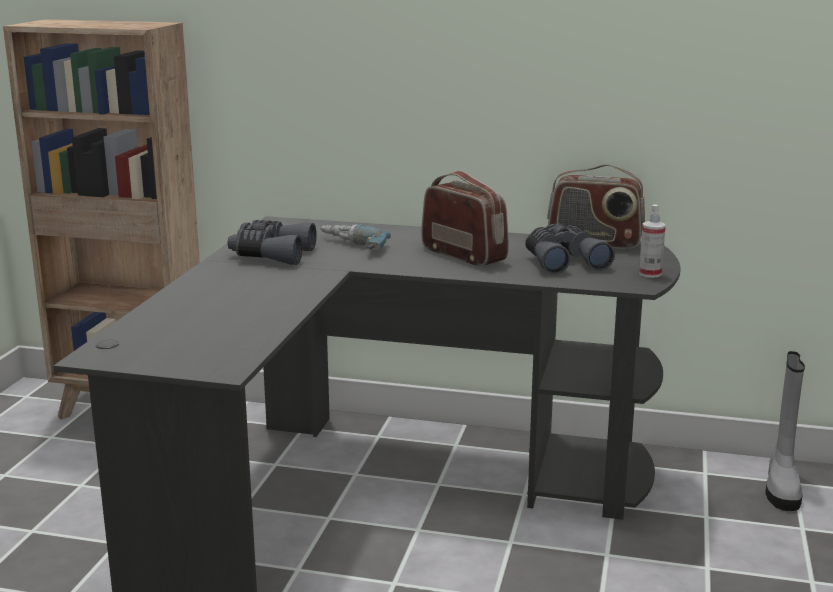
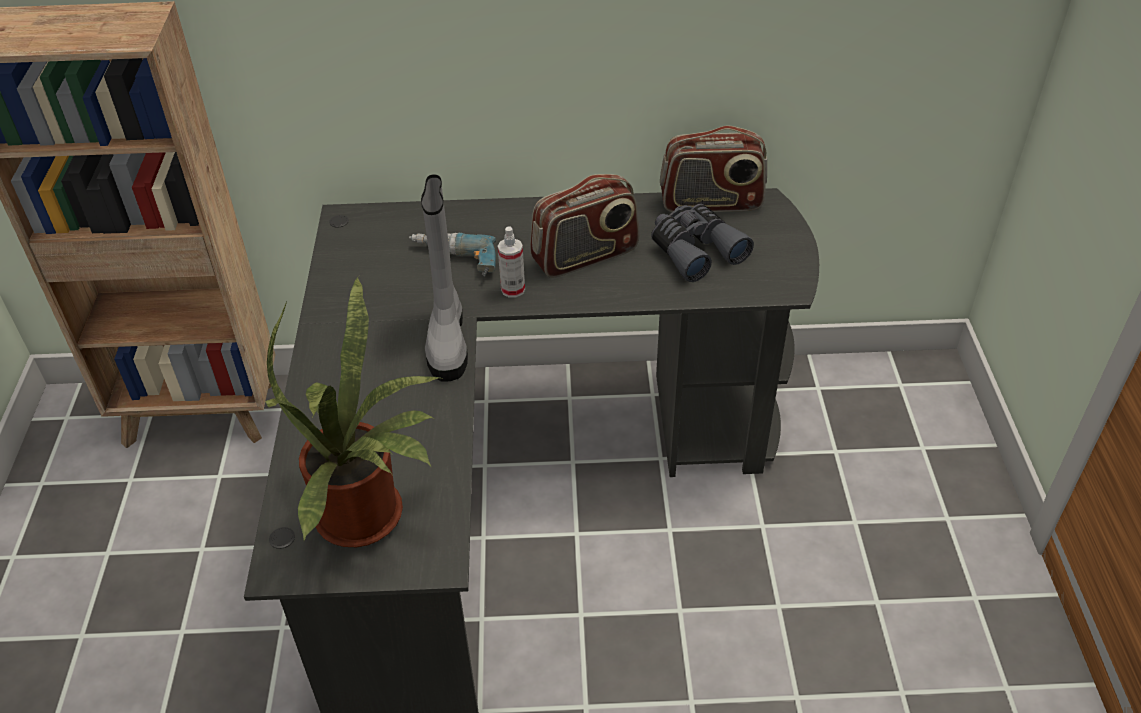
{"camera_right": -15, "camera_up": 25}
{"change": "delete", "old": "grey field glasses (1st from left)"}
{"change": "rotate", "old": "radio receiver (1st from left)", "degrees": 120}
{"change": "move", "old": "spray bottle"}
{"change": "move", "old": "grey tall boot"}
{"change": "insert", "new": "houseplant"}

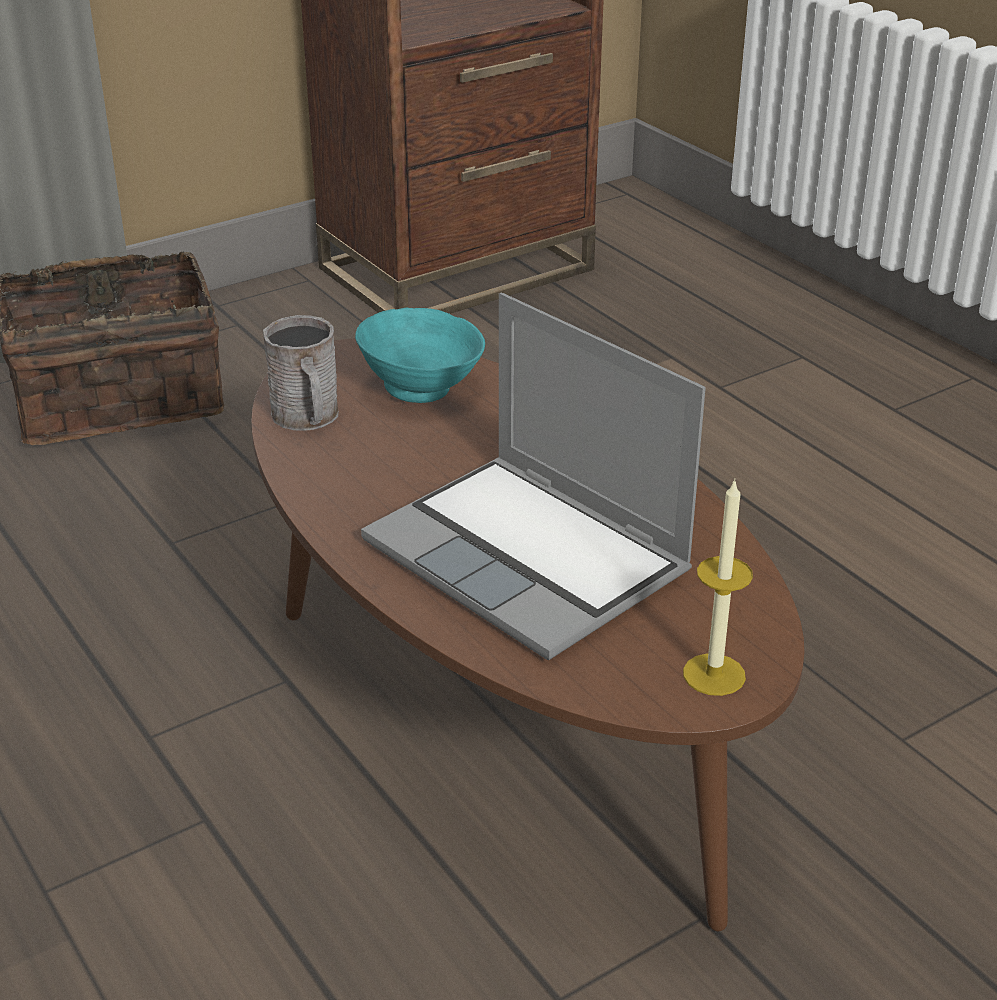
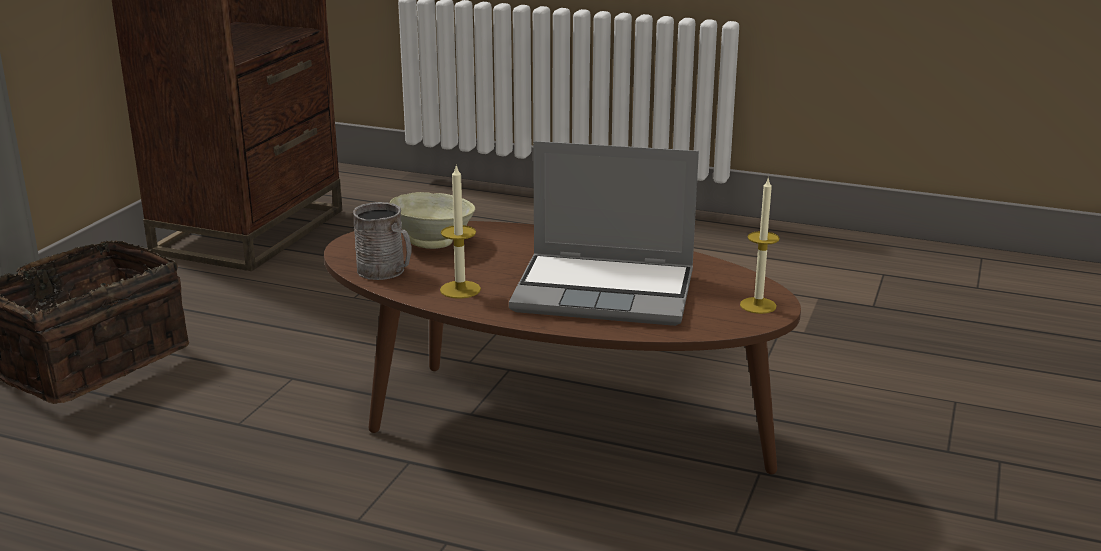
{"camera_right": -35, "camera_up": -10}
{"change": "recolor", "old": "turquoise-coloured bowl", "new": "beige bowl"}
{"change": "insert", "new": "wax light (1st from left)"}

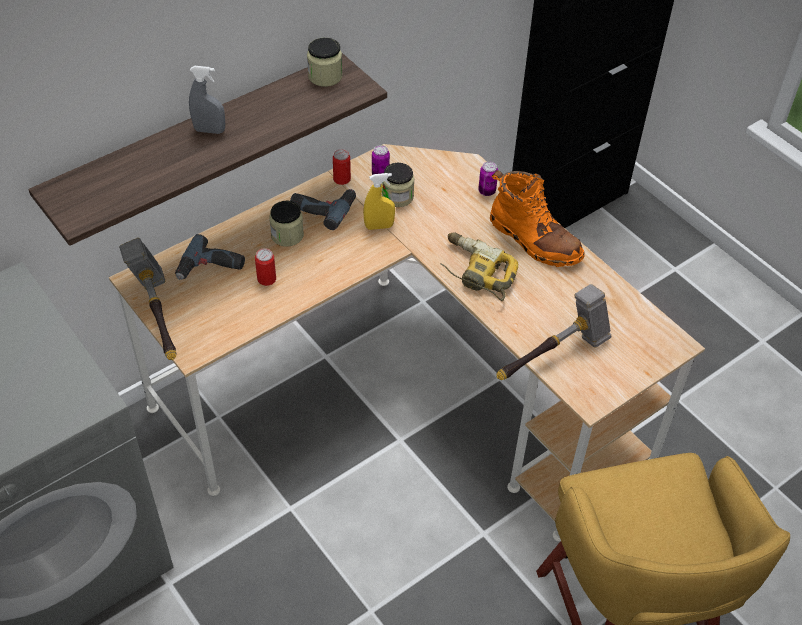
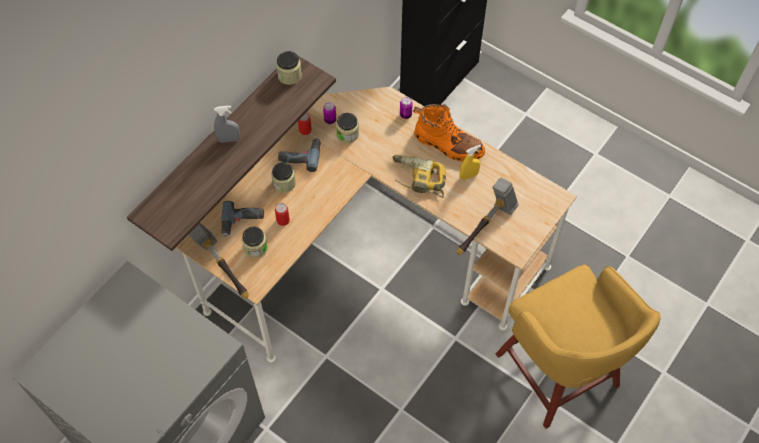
{"camera_right": -15, "camera_up": 10}
{"change": "move", "old": "yellowish spray bottle"}
{"change": "insert", "new": "storage jar (1st from left)"}

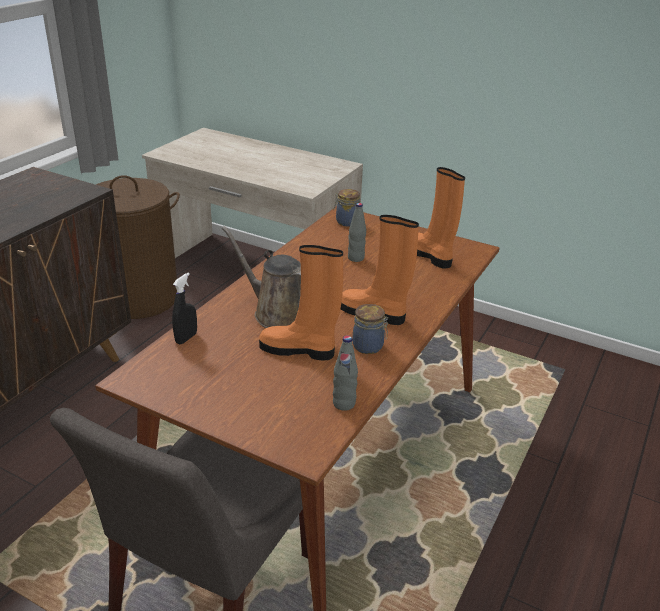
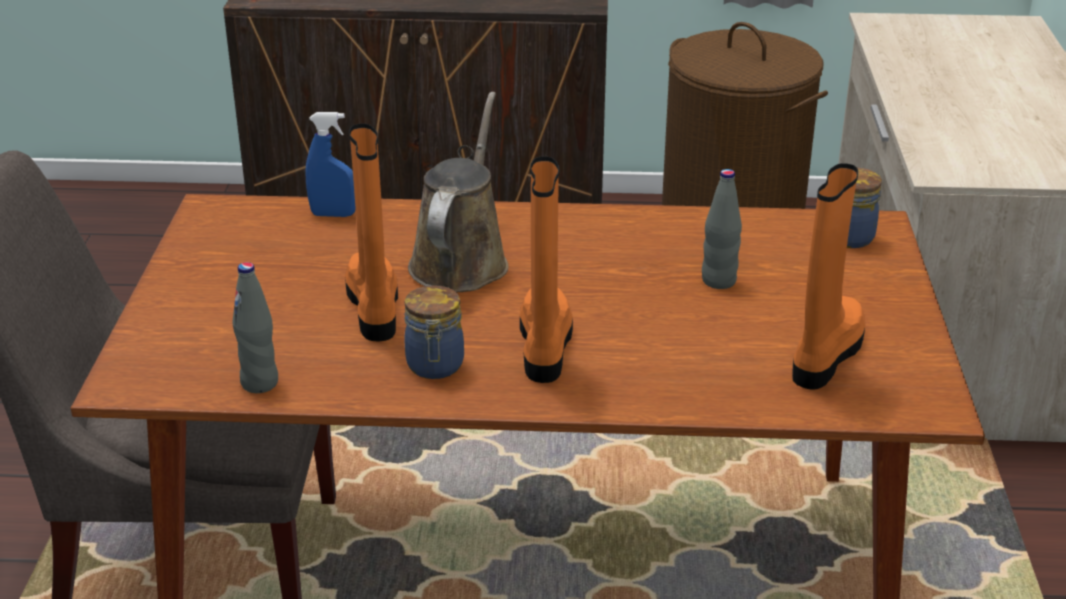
{"camera_right": 65, "camera_up": 0}
{"change": "recolor", "old": "blackish spray bottle", "new": "blue spray bottle"}

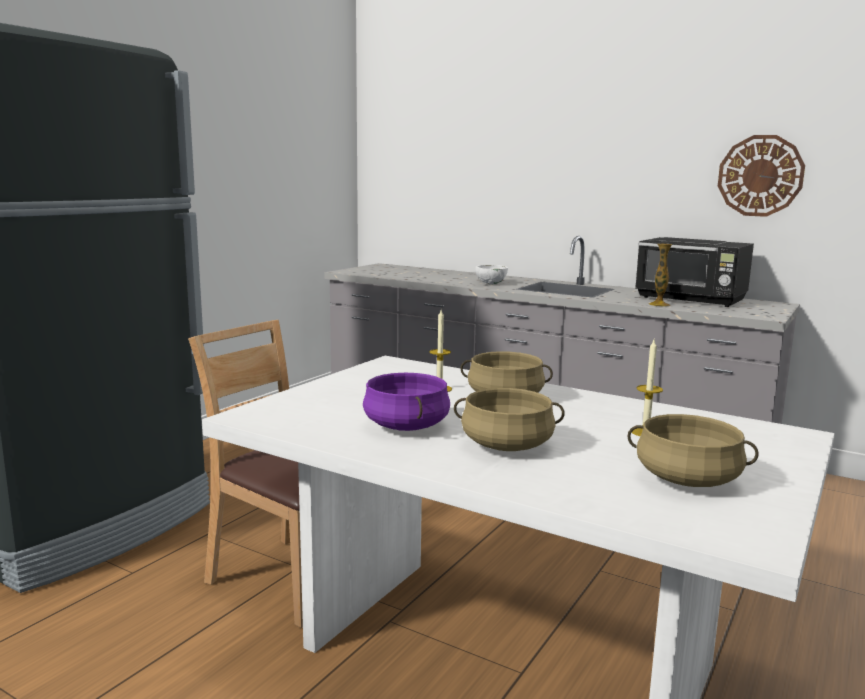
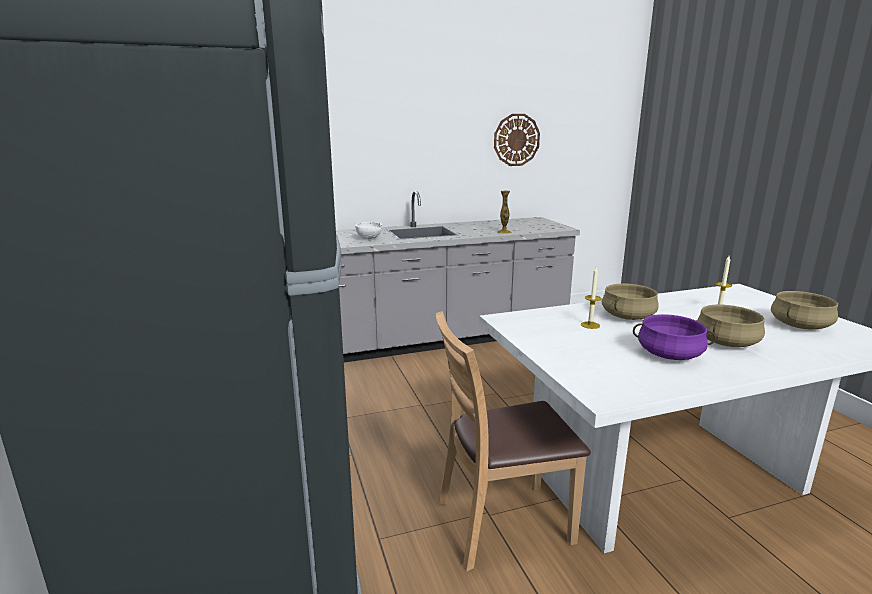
{"camera_right": -50, "camera_up": 5}
{"change": "delete", "old": "blackish microwave"}

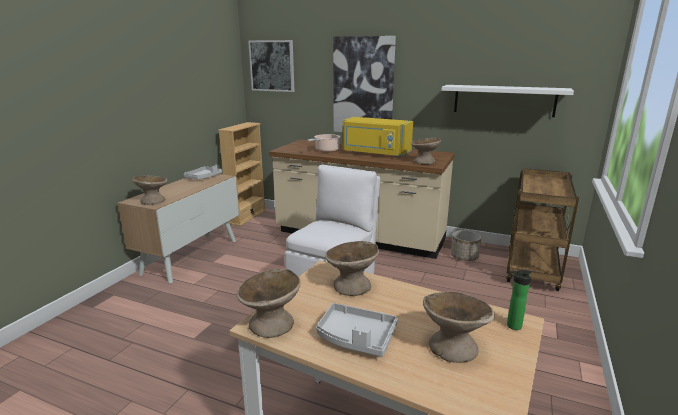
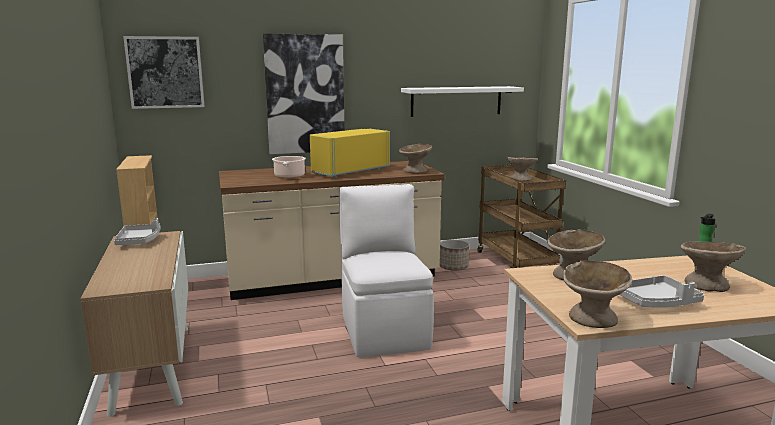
{"camera_right": -40, "camera_up": -5}
{"change": "move", "old": "beige bowl (1st from left in the first image)", "new": "beige bowl (2nd from left)"}
{"change": "rotate", "old": "yellowish microwave", "degrees": 150}

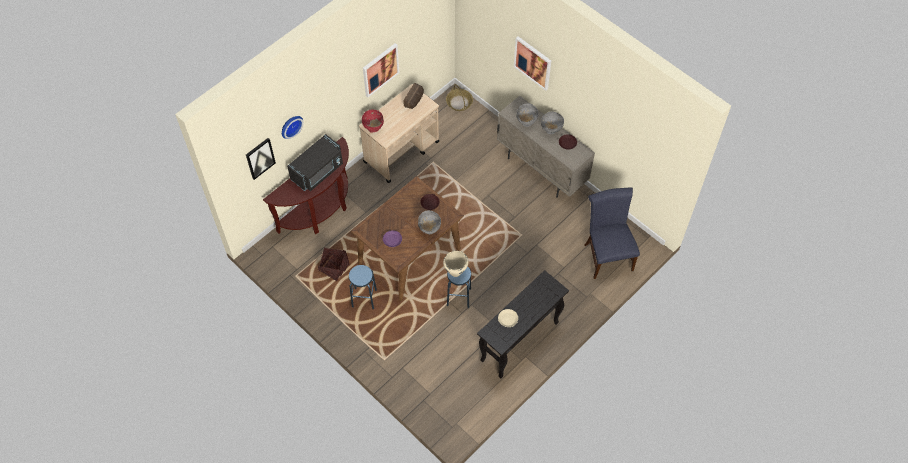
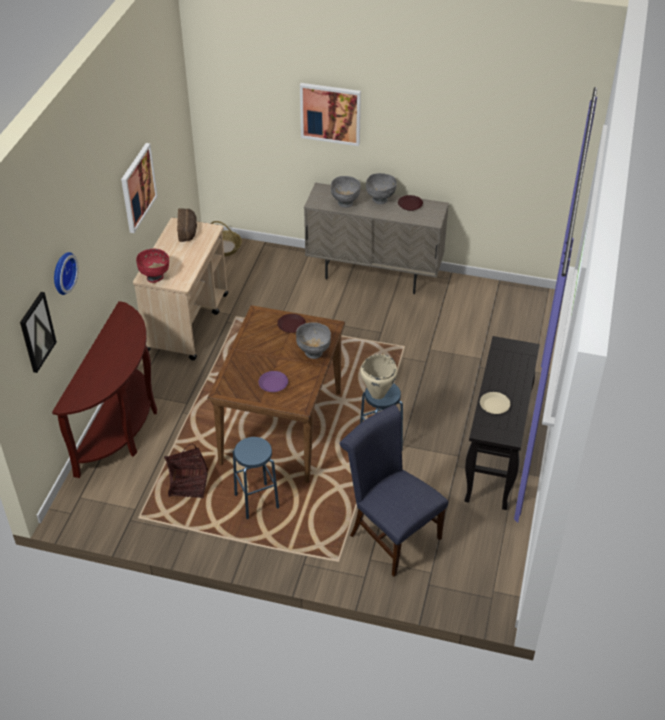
{"camera_right": -30, "camera_up": -15}
{"change": "delete", "old": "blackish microwave"}
{"change": "move", "old": "blue chair"}

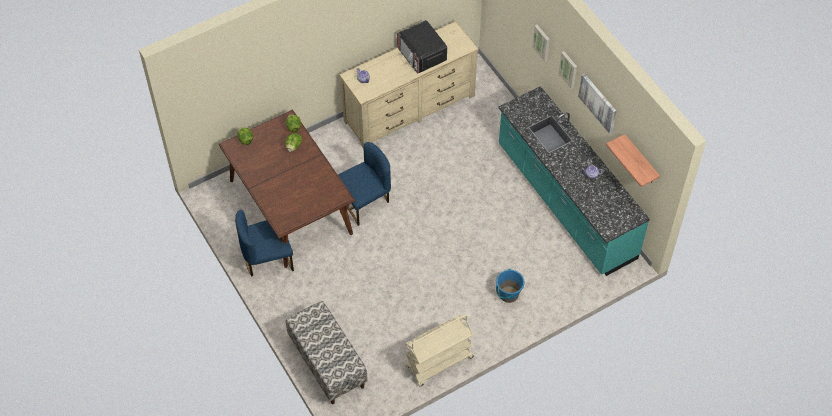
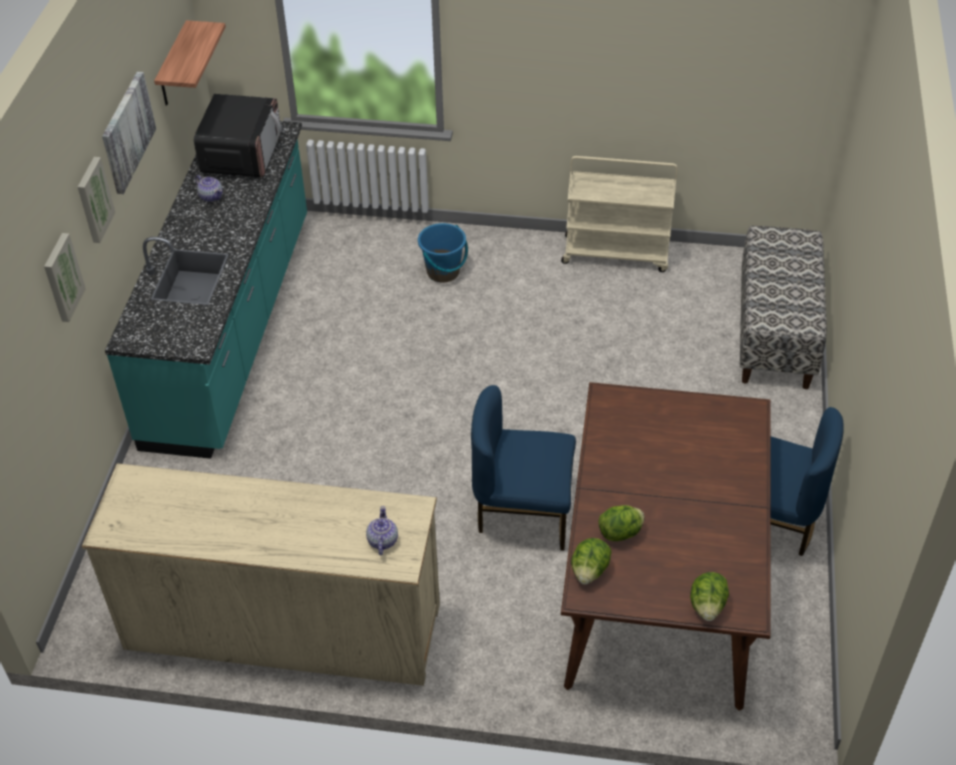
{"camera_right": -140, "camera_up": -10}
{"change": "move", "old": "microwave"}

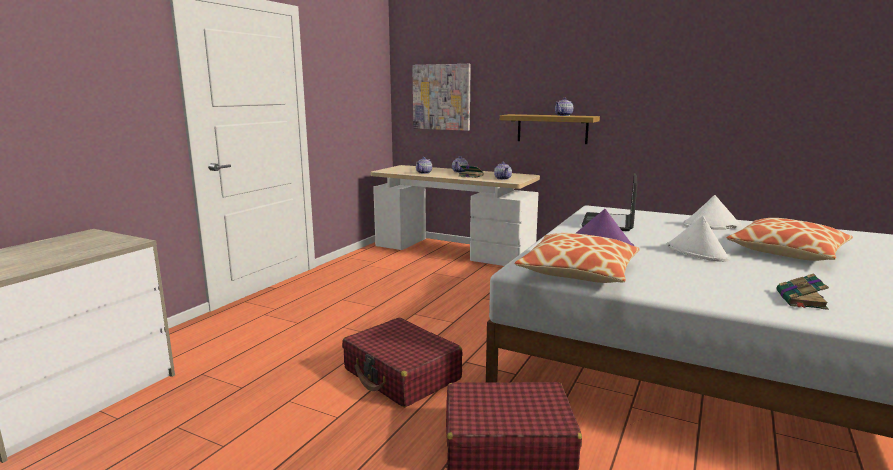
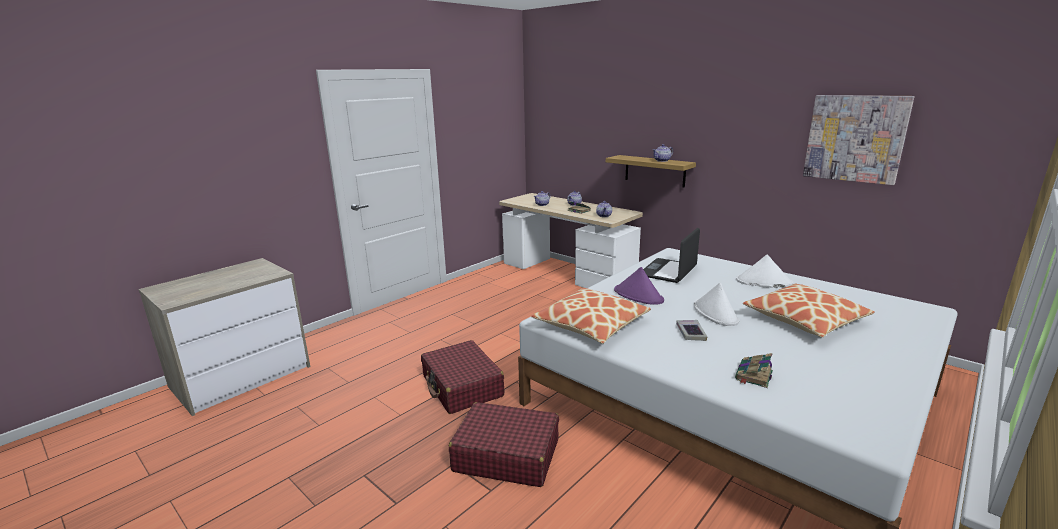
{"camera_right": 15, "camera_up": 5}
{"change": "move", "old": "wall art"}
{"change": "insert", "new": "book (2nd from left)"}

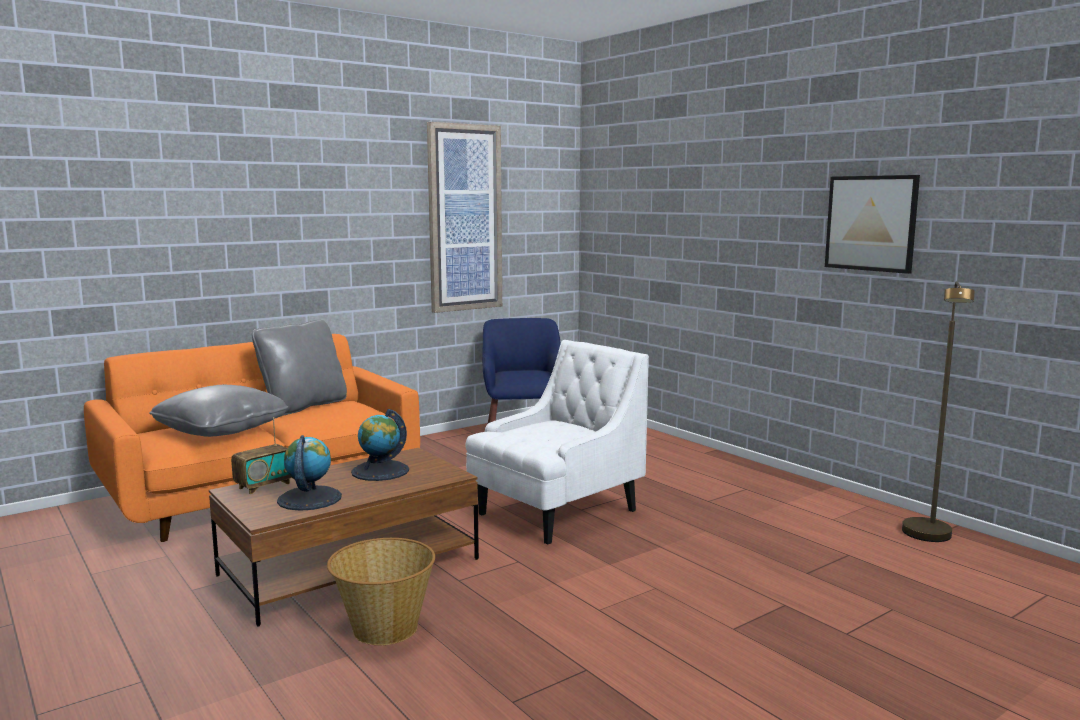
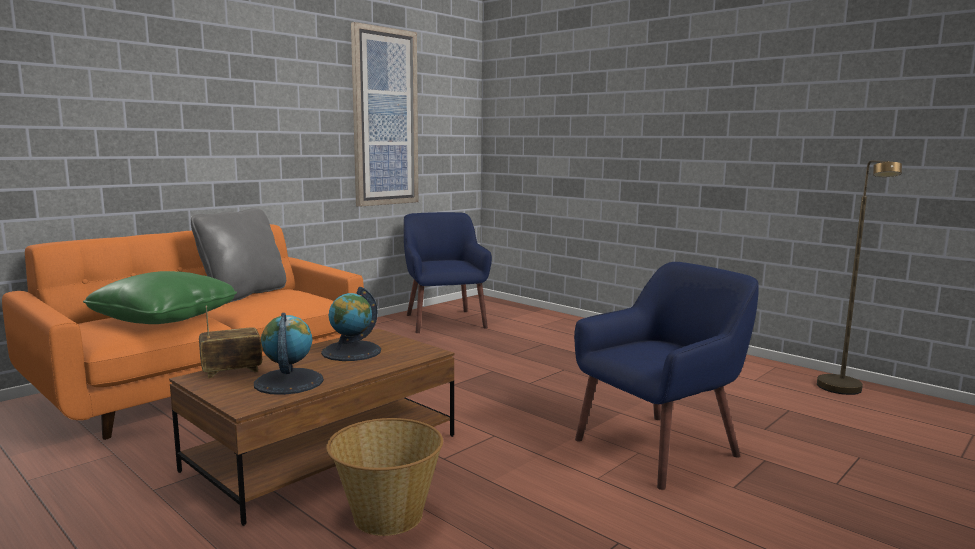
{"camera_right": -10, "camera_up": 0}
{"change": "recolor", "old": "grey throw pillow (1st from left)", "new": "green-coloured throw pillow"}
{"change": "rotate", "old": "radio receiver", "degrees": -150}
{"change": "delete", "old": "white easy chair"}
{"change": "delete", "old": "wall art (2nd from left)"}
{"change": "insert", "new": "blue easy chair (2nd from left)"}

